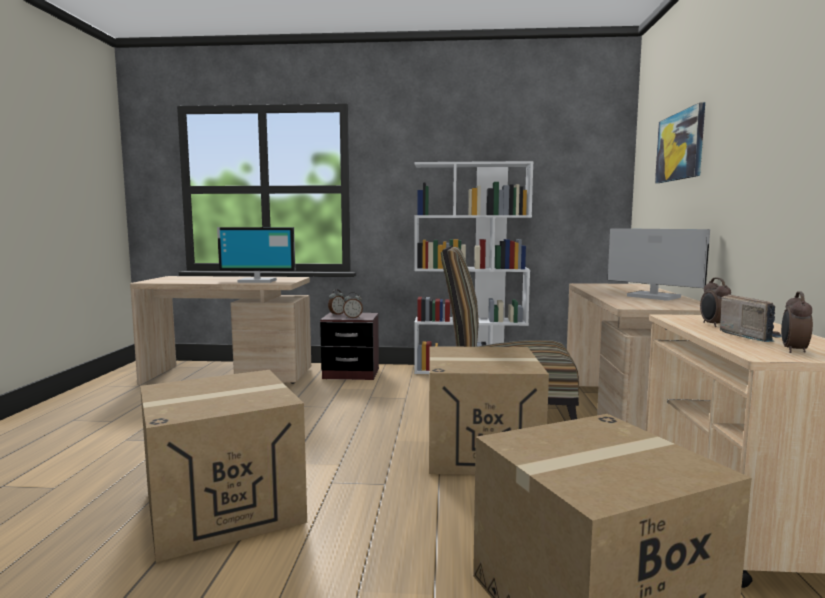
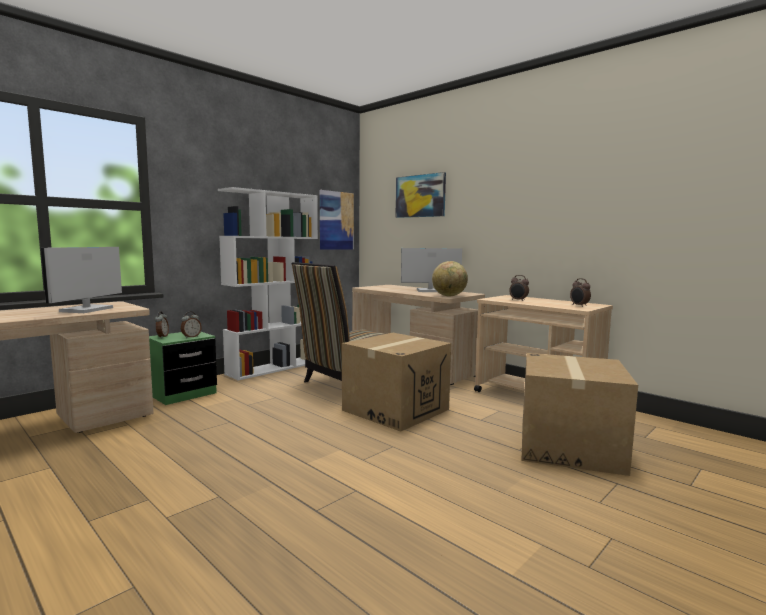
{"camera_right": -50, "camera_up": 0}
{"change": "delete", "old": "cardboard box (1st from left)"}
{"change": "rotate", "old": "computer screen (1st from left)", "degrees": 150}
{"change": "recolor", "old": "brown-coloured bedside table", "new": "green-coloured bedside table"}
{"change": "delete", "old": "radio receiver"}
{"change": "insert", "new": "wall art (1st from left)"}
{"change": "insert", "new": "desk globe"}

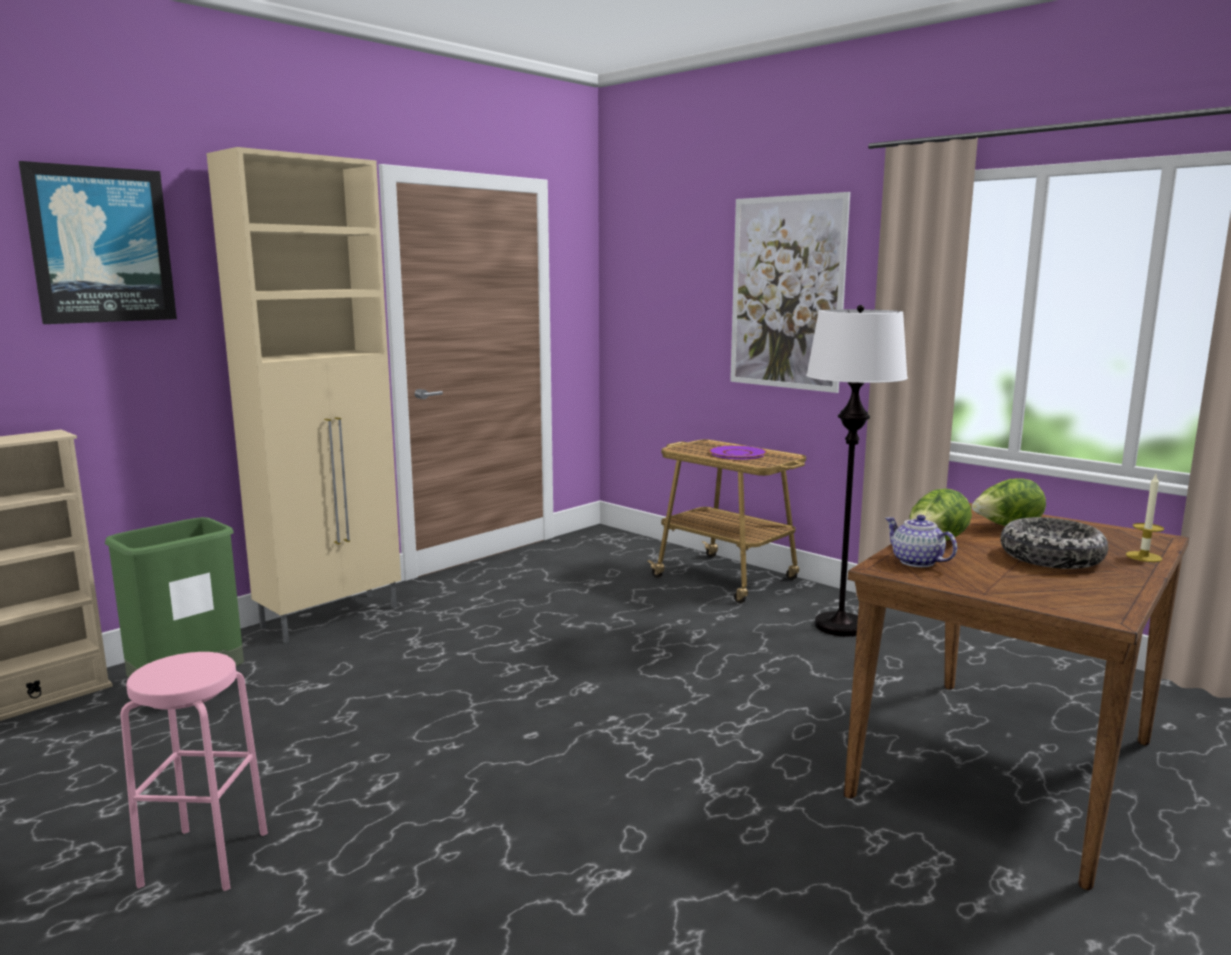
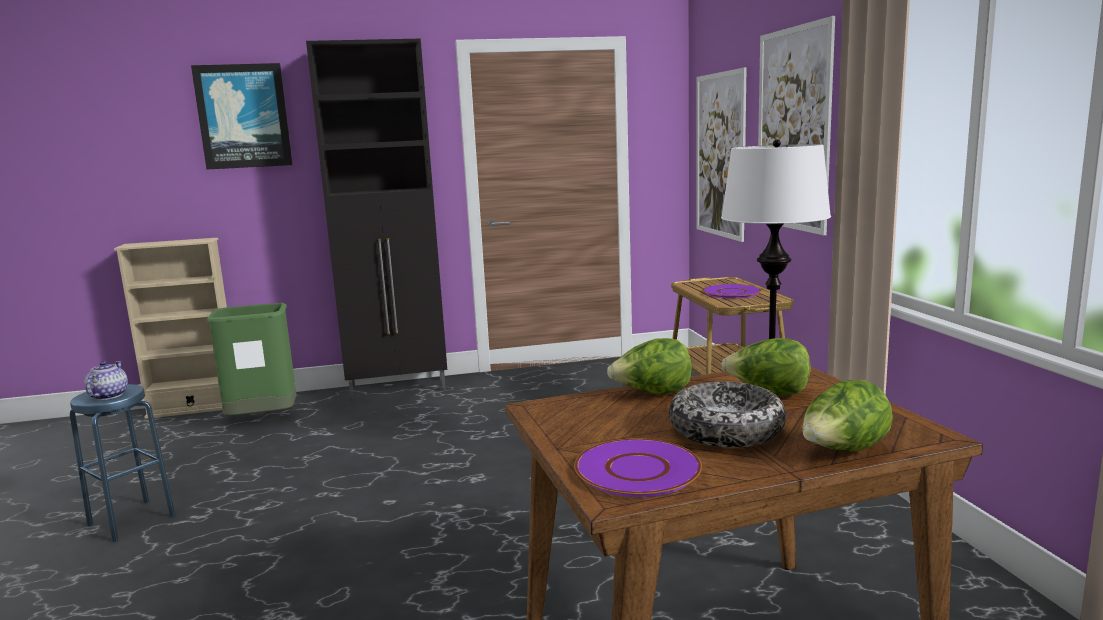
{"camera_right": 35, "camera_up": 0}
{"change": "recolor", "old": "pink stool seat", "new": "blue stool seat"}
{"change": "recolor", "old": "beige storage cabinet", "new": "blackish storage cabinet"}
{"change": "move", "old": "tea pot"}
{"change": "replace", "old": "wax light", "new": "lettuce (3rd from left)"}
{"change": "insert", "new": "purple-coloured plate (1st from left)"}
{"change": "insert", "new": "wall art (2nd from left)"}

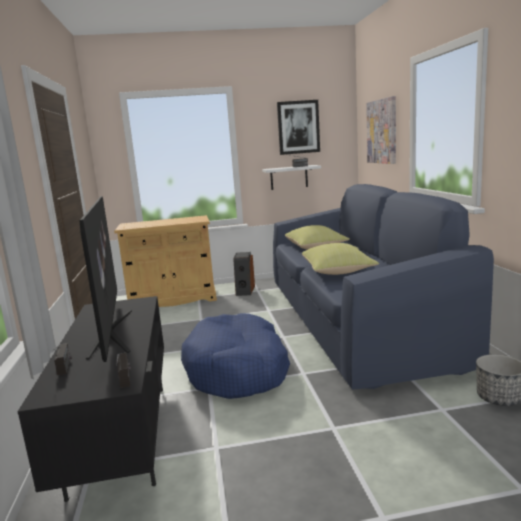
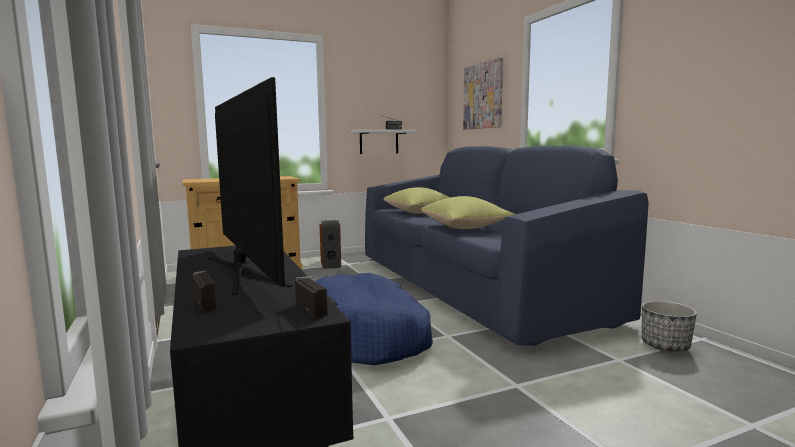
{"camera_right": -15, "camera_up": -5}
{"change": "delete", "old": "wall art (1st from left)"}

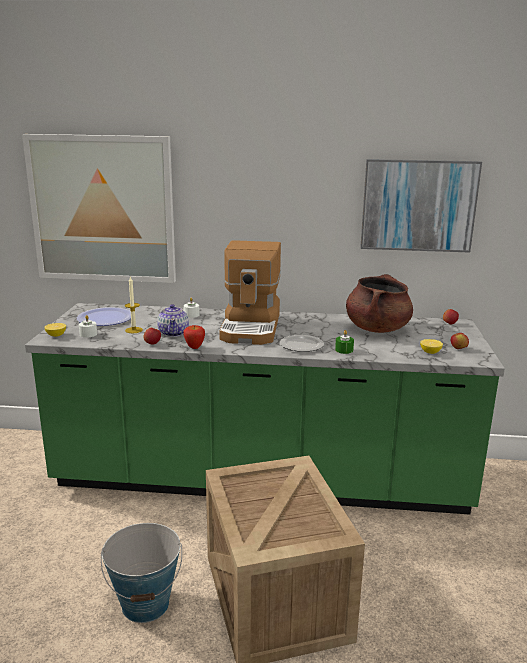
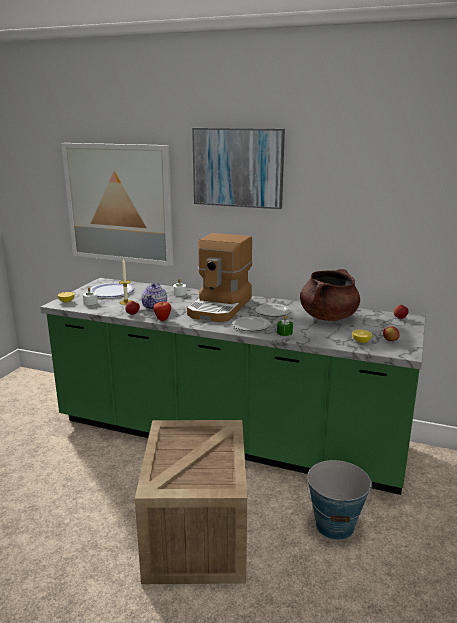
{"camera_right": 15, "camera_up": 0}
{"change": "move", "old": "water bucket"}
{"change": "move", "old": "wall art (2nd from left)"}
{"change": "insert", "new": "plate (3rd from left)"}

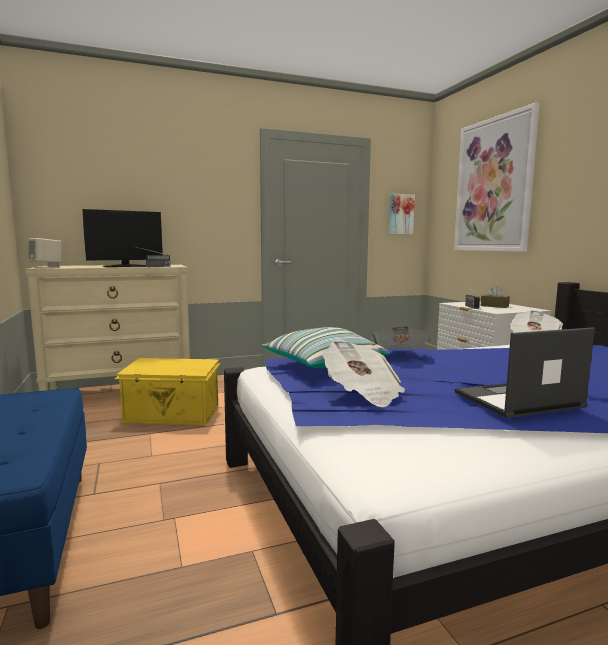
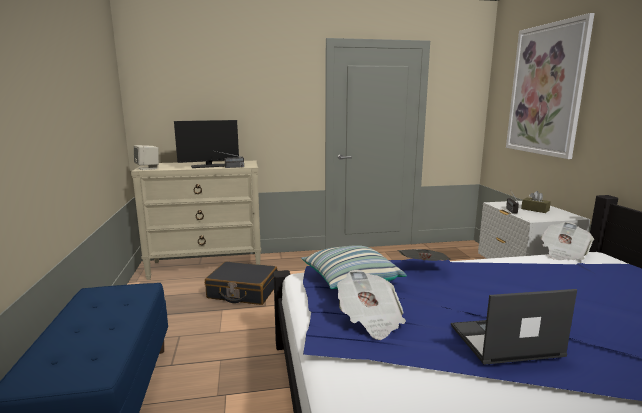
{"camera_right": 10, "camera_up": 5}
{"change": "replace", "old": "yellowish storage box", "new": "blackish piece of luggage"}
{"change": "delete", "old": "wall art (1st from left)"}

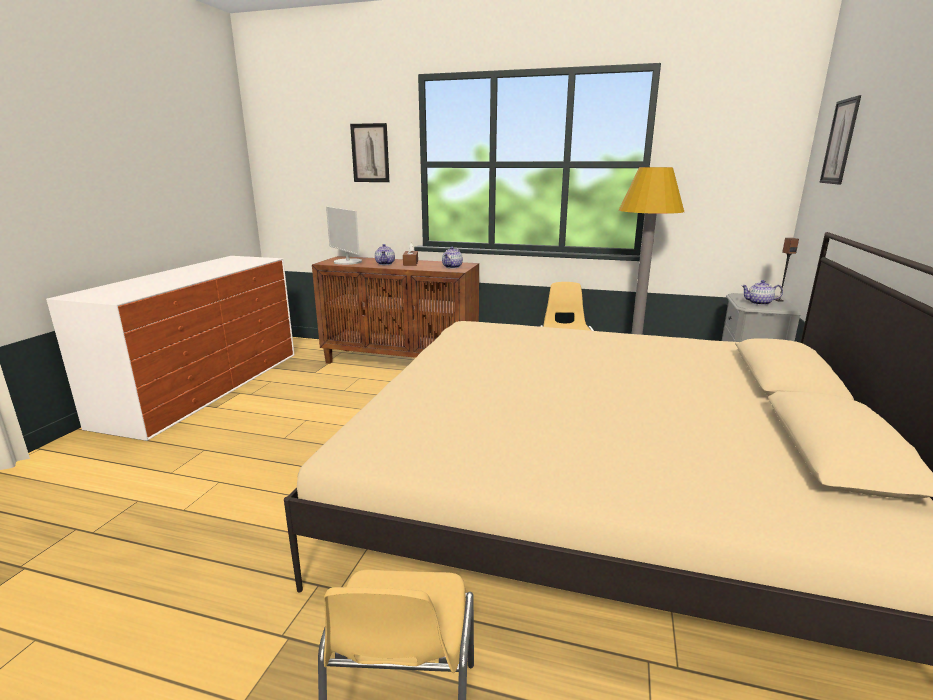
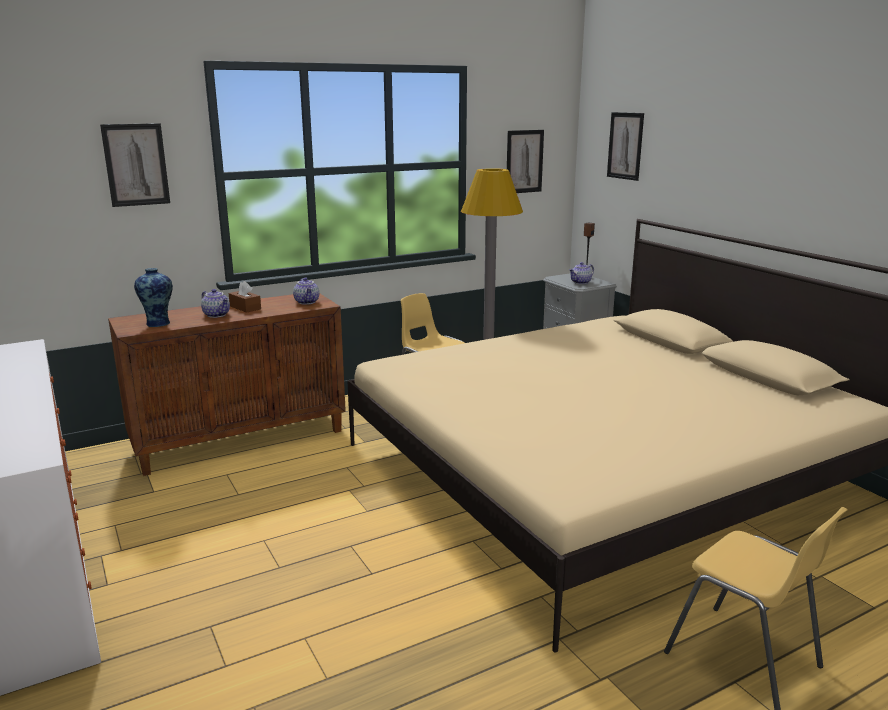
{"camera_right": -45, "camera_up": 0}
{"change": "replace", "old": "computer screen", "new": "flower vase"}
{"change": "insert", "new": "wall art (2nd from left)"}

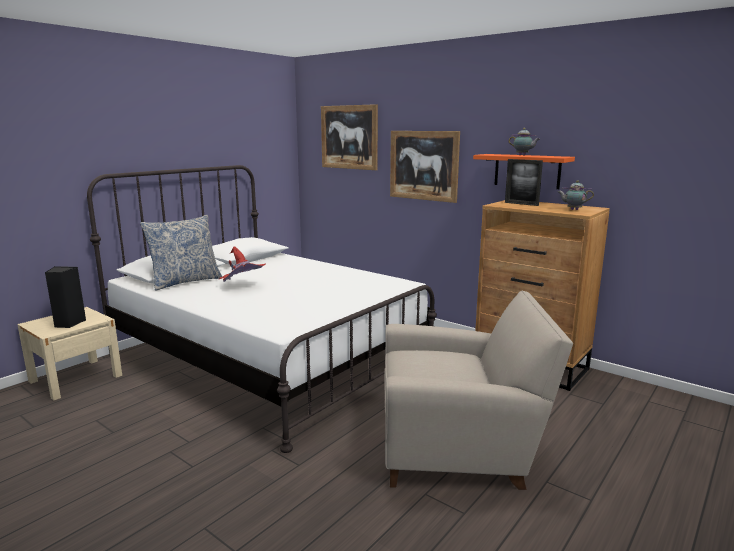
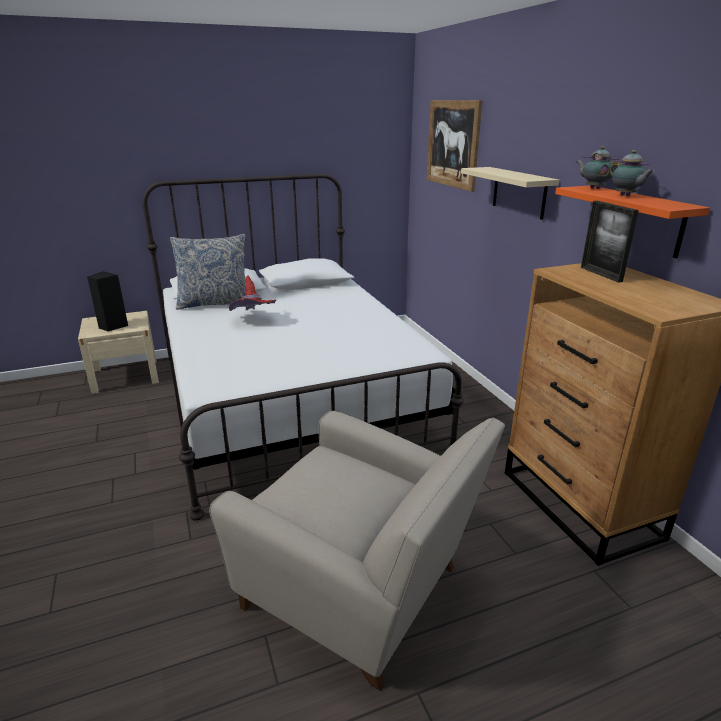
{"camera_right": 30, "camera_up": 10}
{"change": "replace", "old": "wall art (2nd from left)", "new": "beige wall shelf"}
{"change": "move", "old": "tea pot (2nd from left in the first image)", "new": "tea pot (1st from left)"}

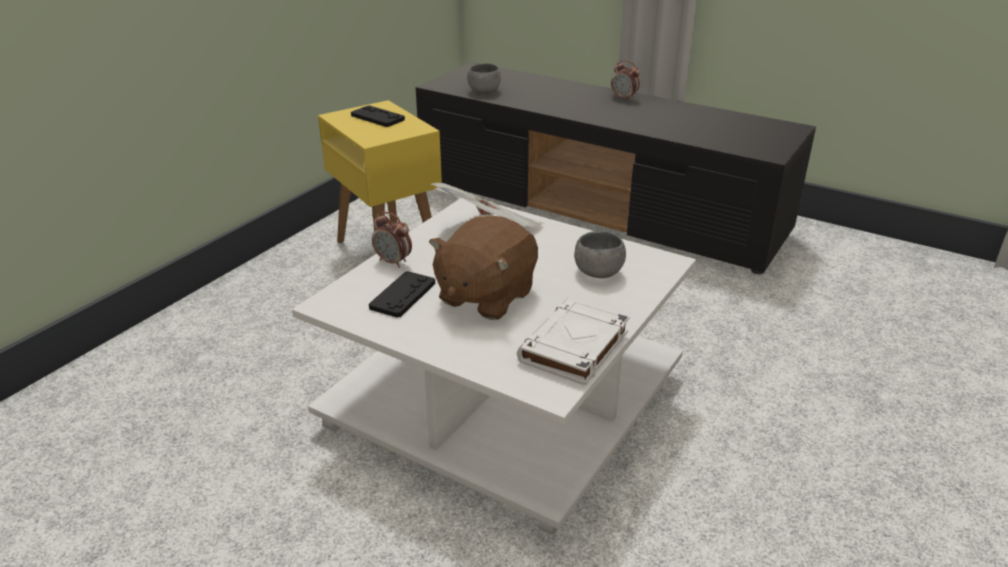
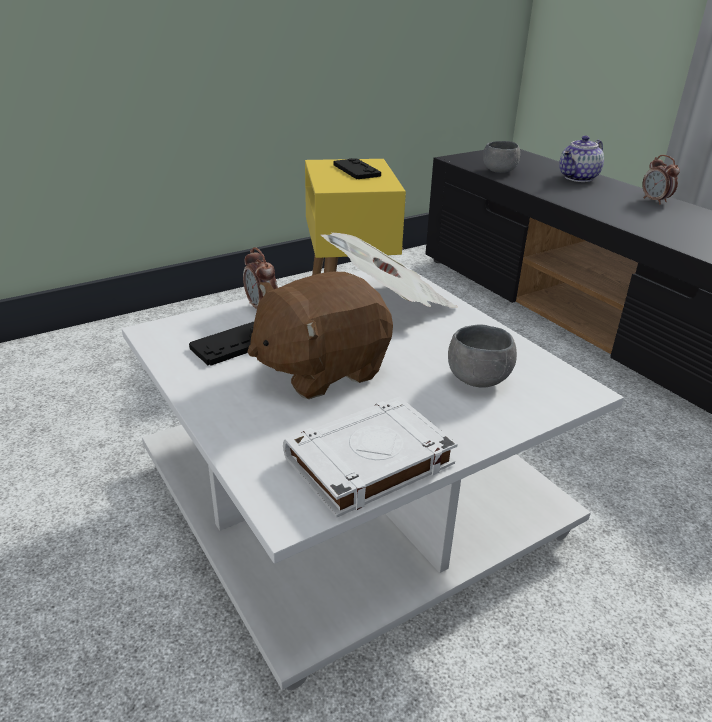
{"camera_right": 25, "camera_up": 0}
{"change": "insert", "new": "tea pot"}

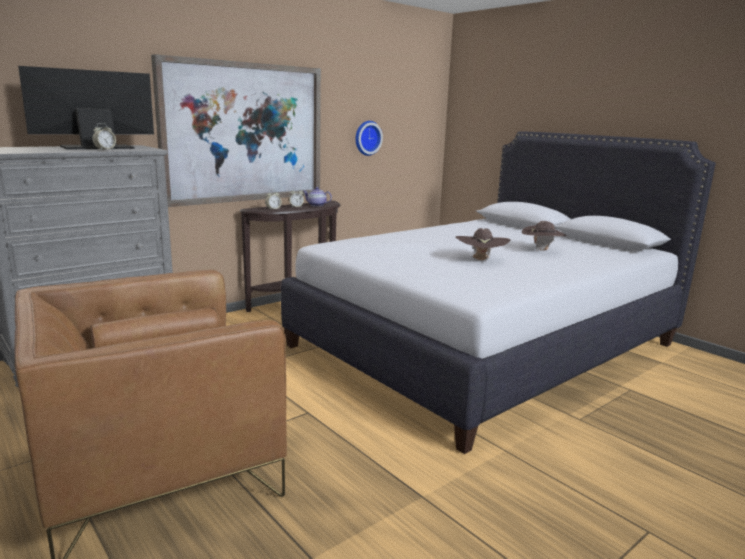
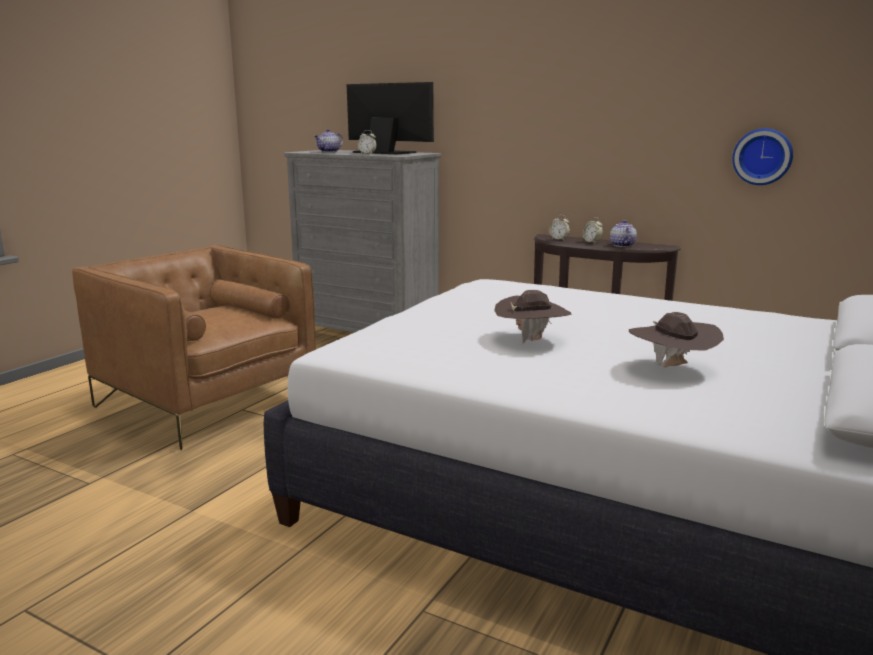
{"camera_right": 70, "camera_up": 0}
{"change": "delete", "old": "wall art"}
{"change": "insert", "new": "tea pot (1st from left)"}

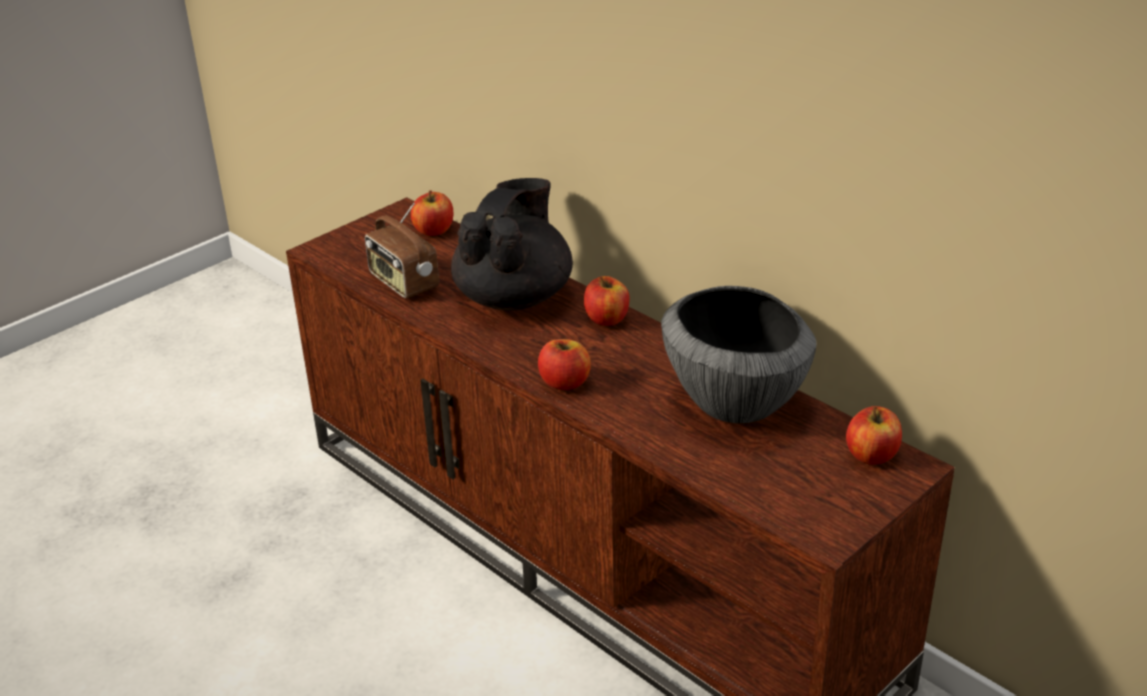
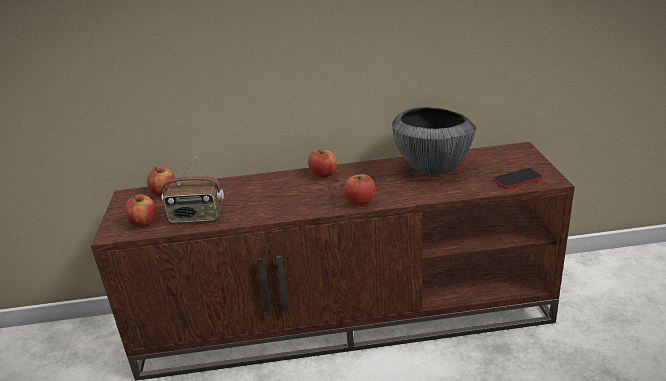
{"camera_right": -50, "camera_up": -5}
{"change": "delete", "old": "blackish tea pot"}
{"change": "move", "old": "whole apple (4th from left in the first image)", "new": "whole apple (1st from left)"}
{"change": "insert", "new": "telephone"}

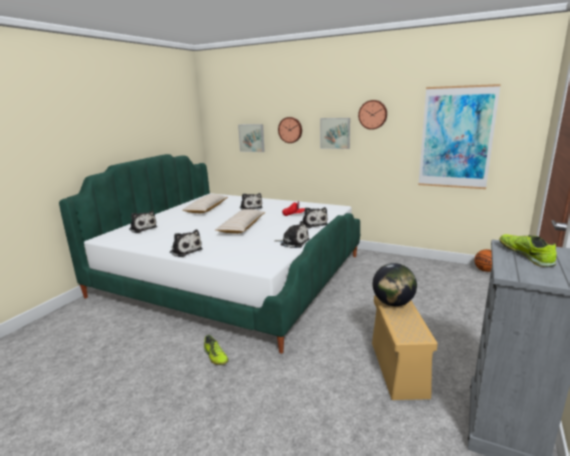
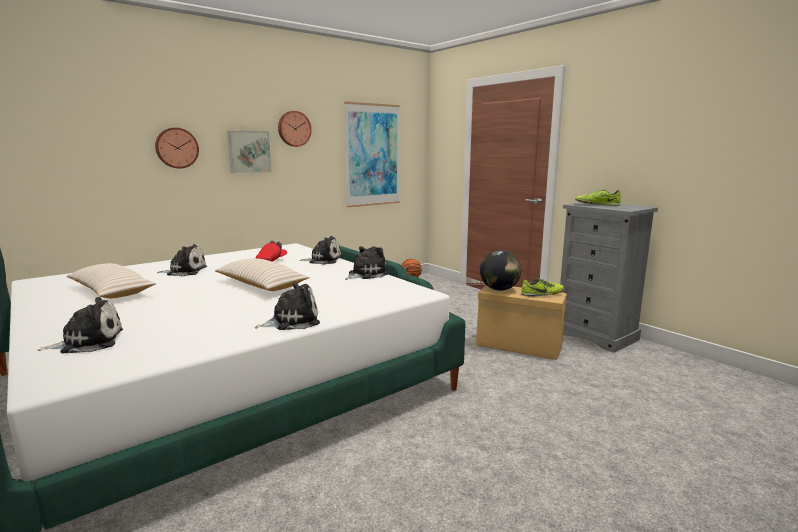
{"camera_right": -65, "camera_up": -5}
{"change": "move", "old": "low shoe (1st from left)"}
{"change": "delete", "old": "wall art (1st from left)"}

